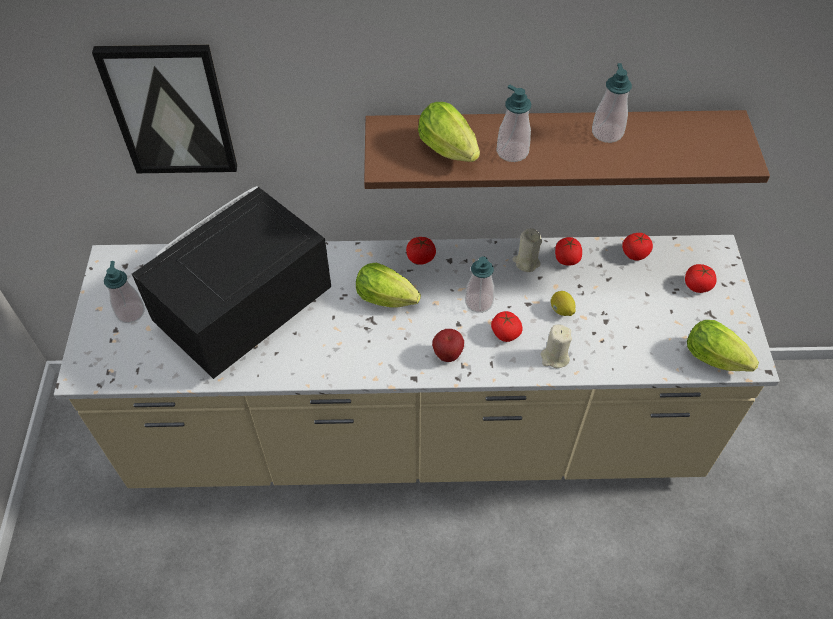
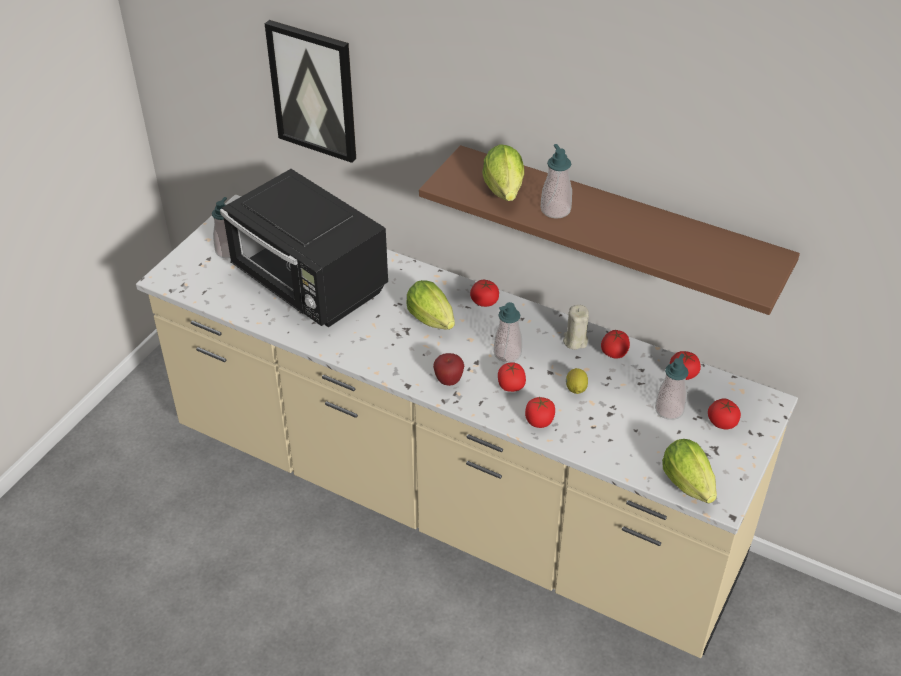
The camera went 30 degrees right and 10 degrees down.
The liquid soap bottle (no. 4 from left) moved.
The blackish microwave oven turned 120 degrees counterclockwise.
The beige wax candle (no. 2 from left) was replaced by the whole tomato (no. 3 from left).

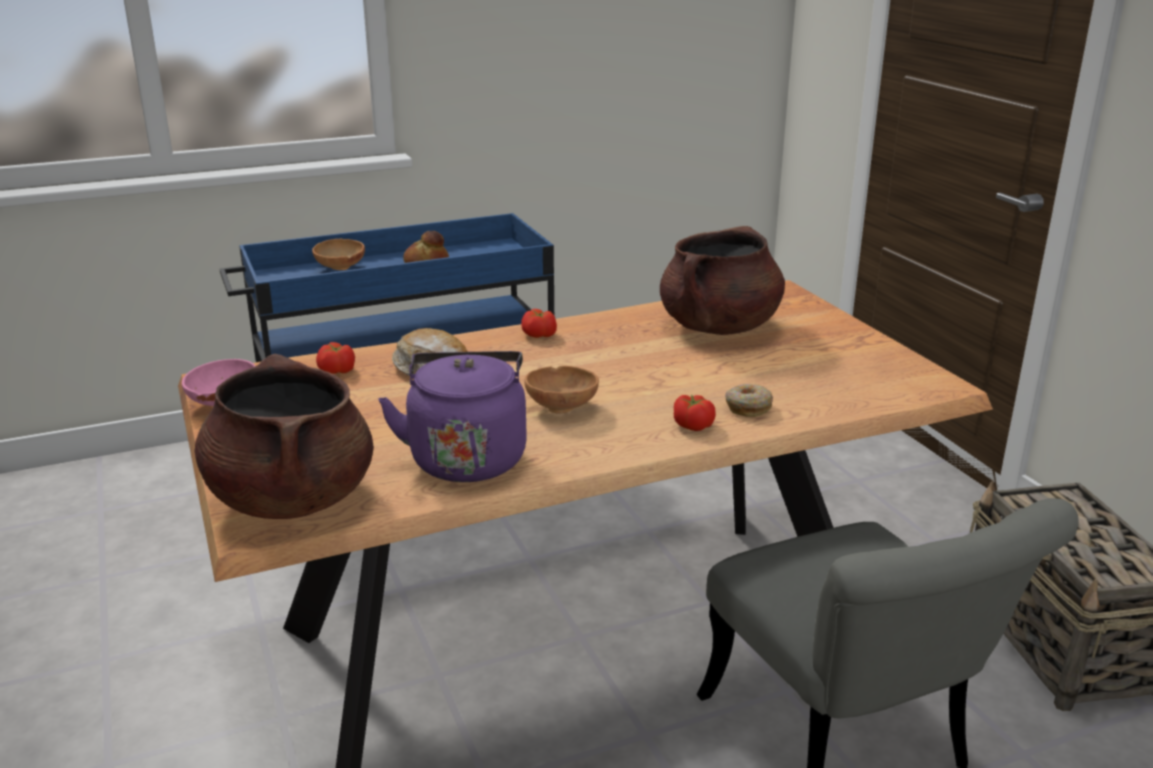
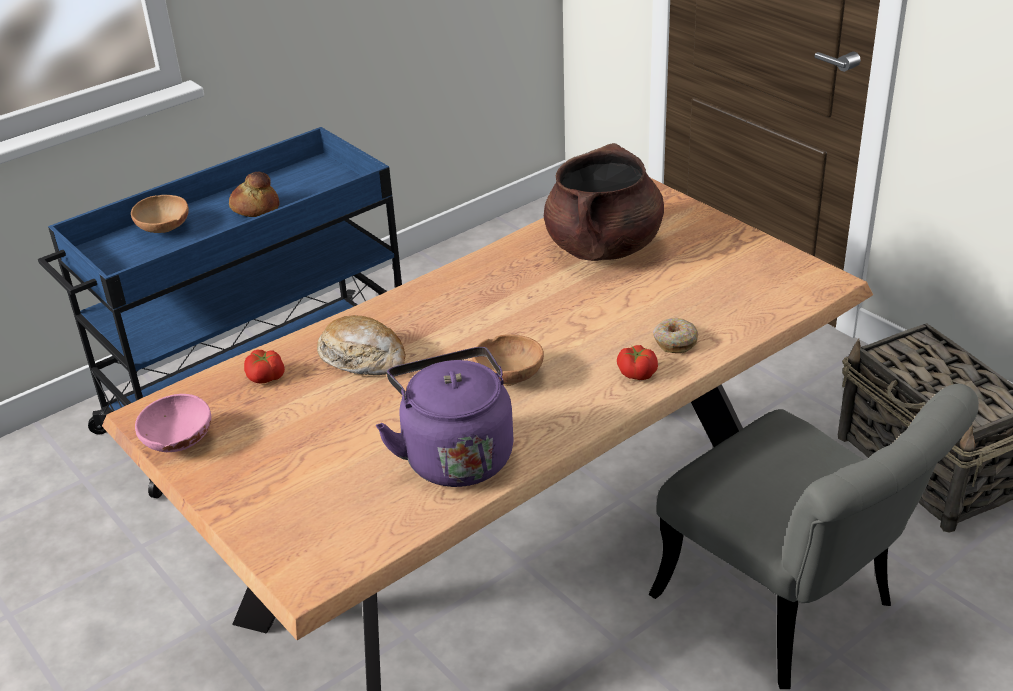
The camera went 15 degrees left and 10 degrees up.
The whole tomato (no. 2 from left) disappeared.
The brown-coloured cooking pot (no. 1 from left) disappeared.

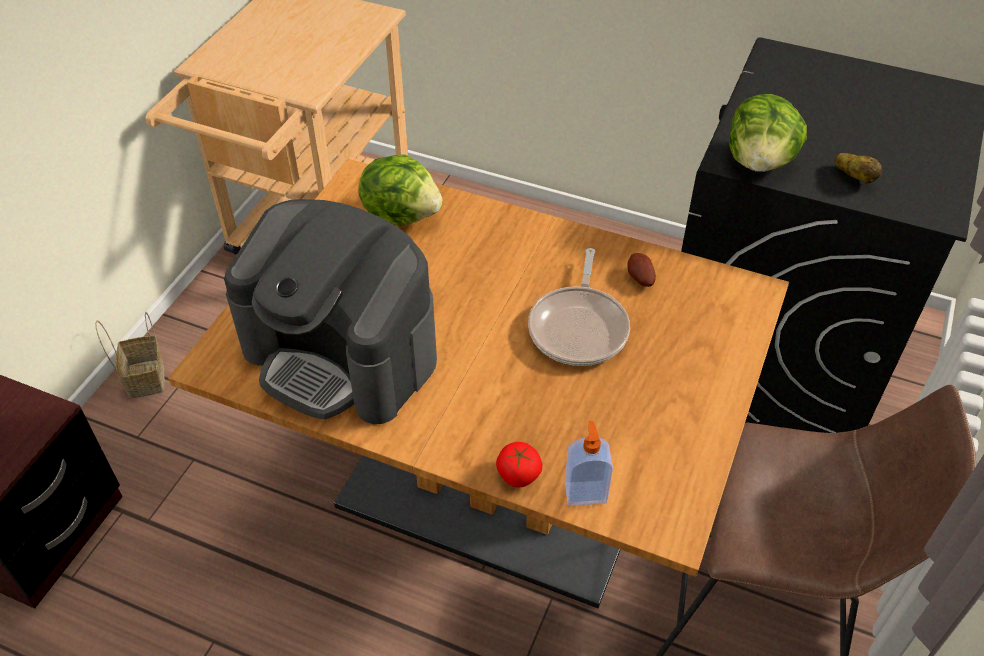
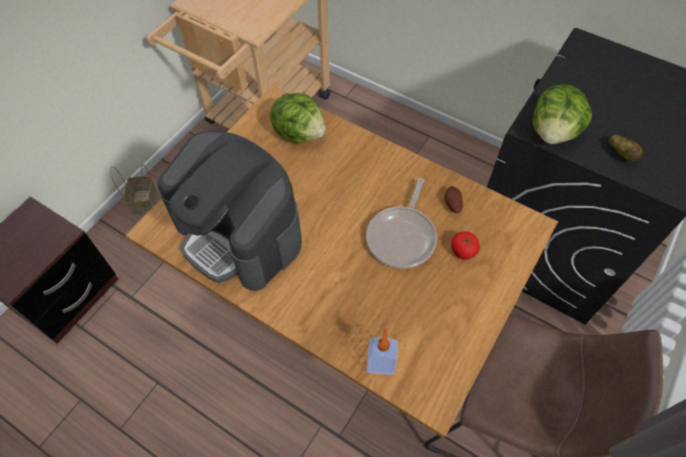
The camera went 10 degrees right and 10 degrees up.
The whole tomato moved.

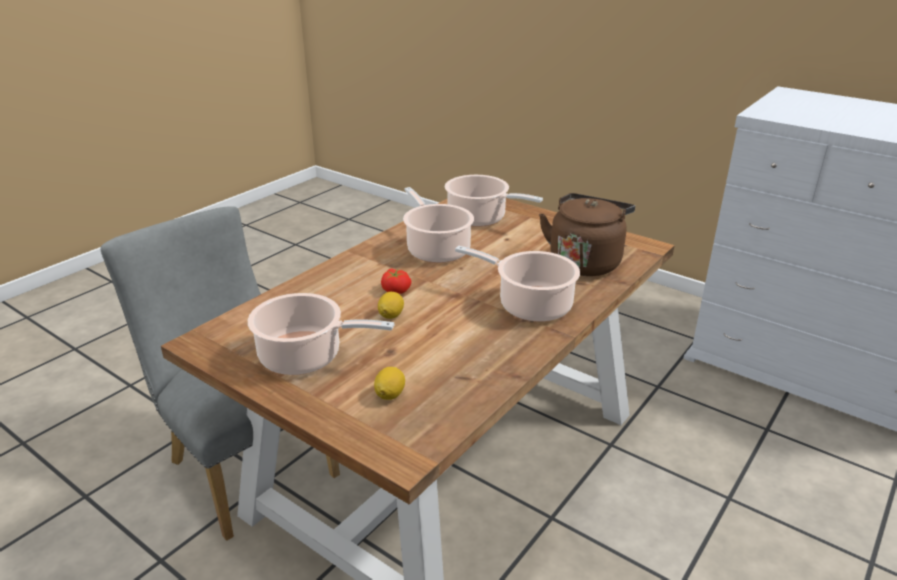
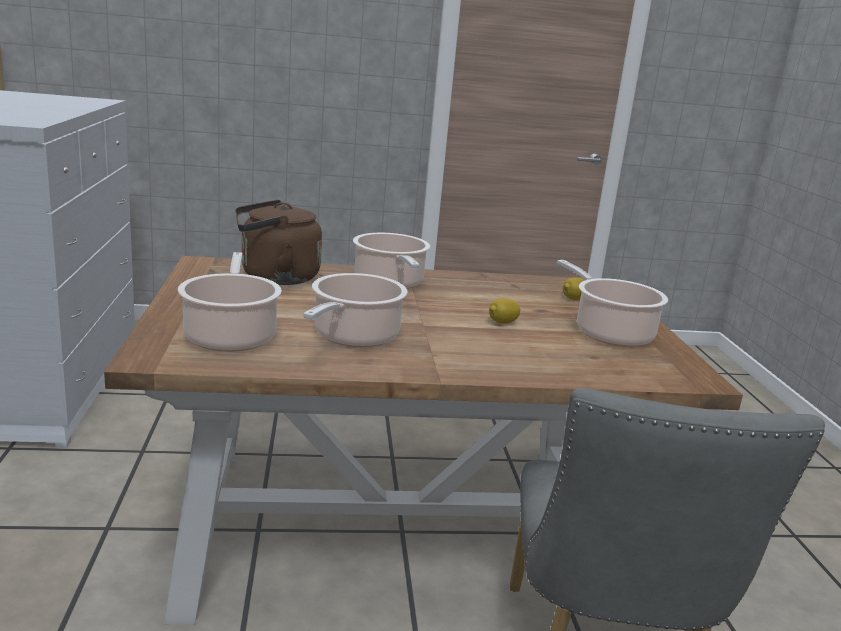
The camera went 135 degrees left and 10 degrees down.
The whole tomato disappeared.

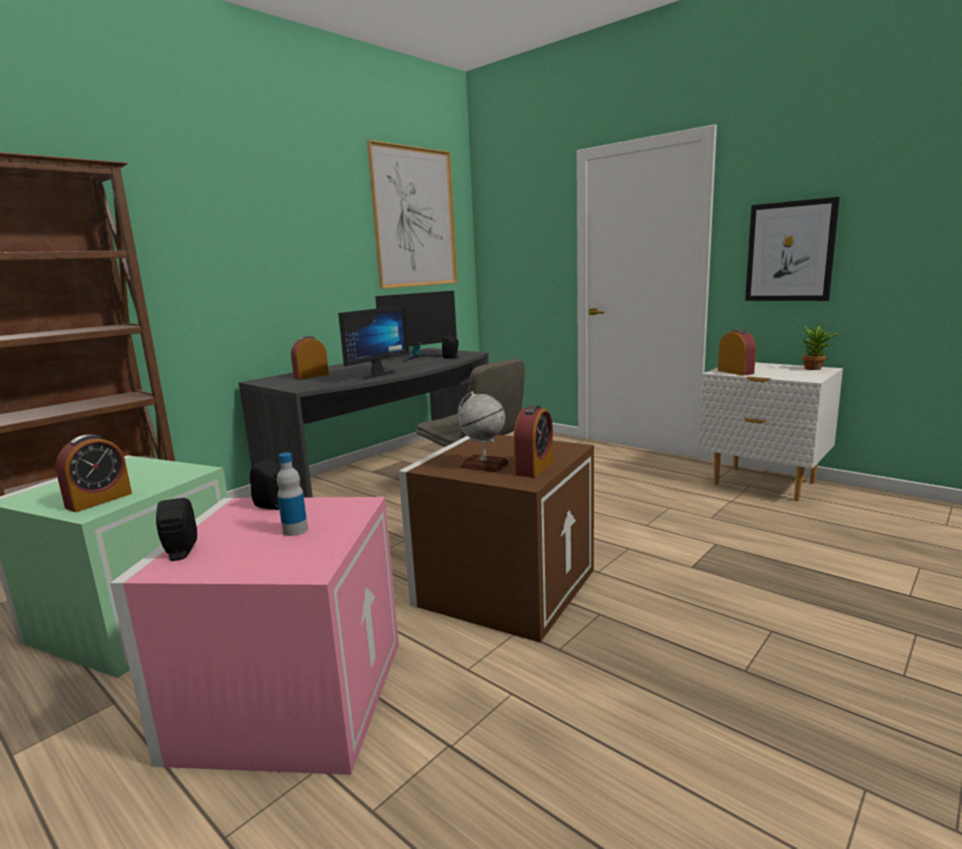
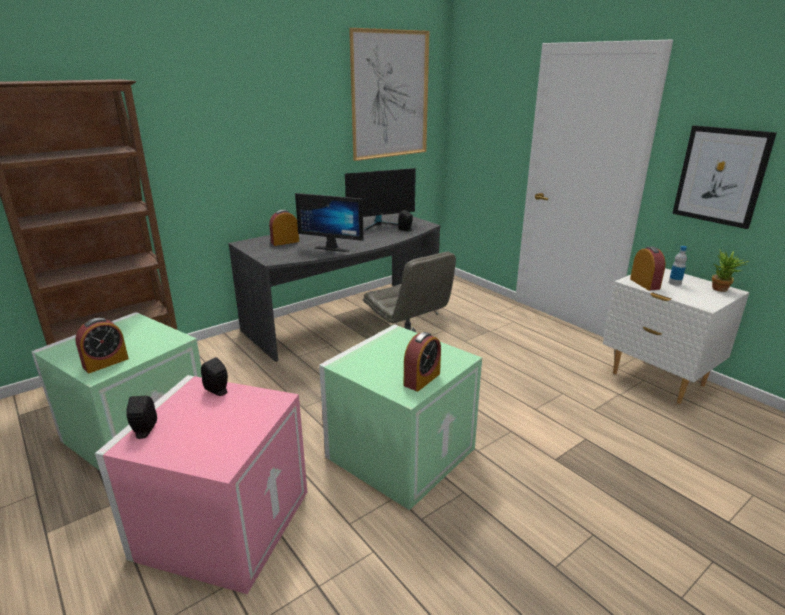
The camera went 10 degrees right and 10 degrees up.
The computer display (no. 1 from left) turned 60 degrees clockwise.
The desk globe disappeared.
The brown-coloured storage container became the greenish storage container (no. 2 from left).
The drink bottle moved.

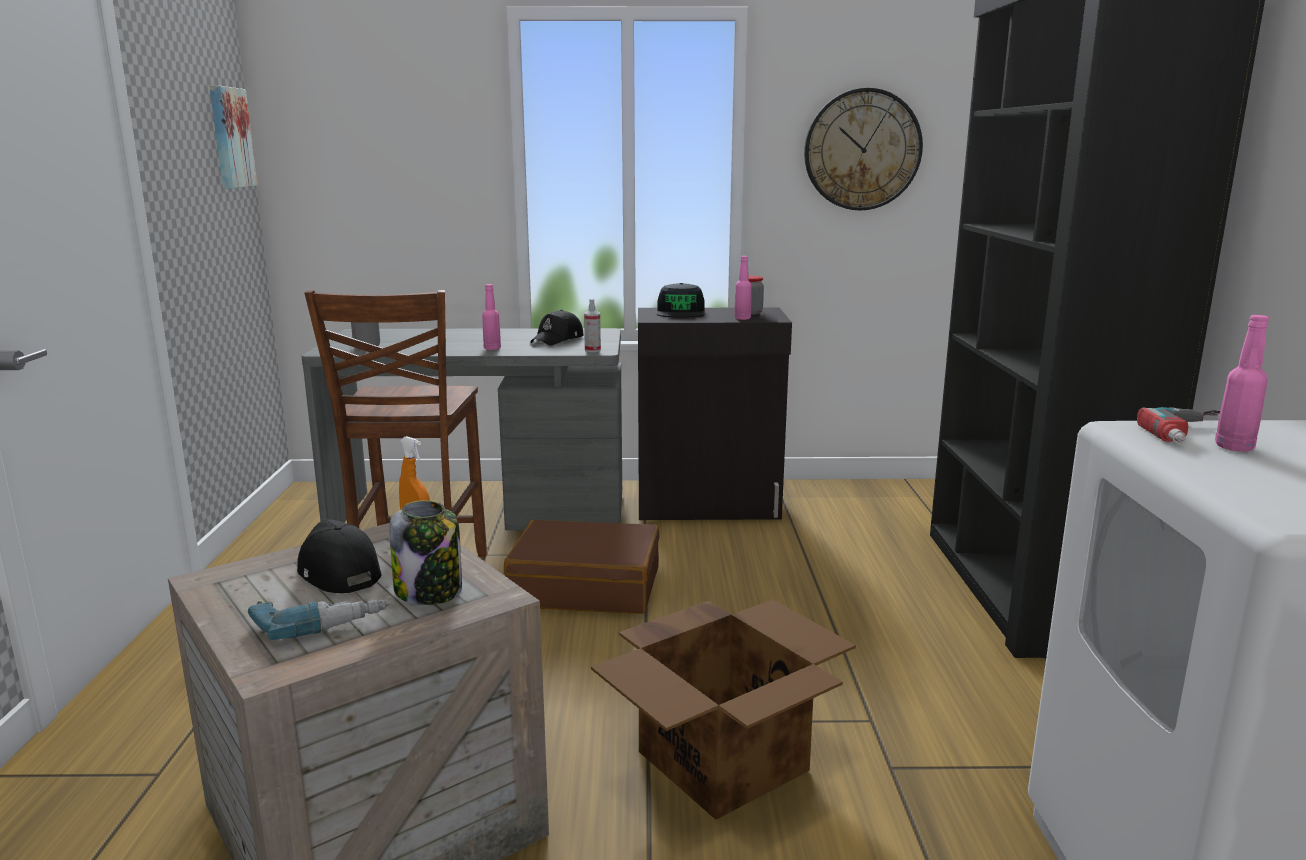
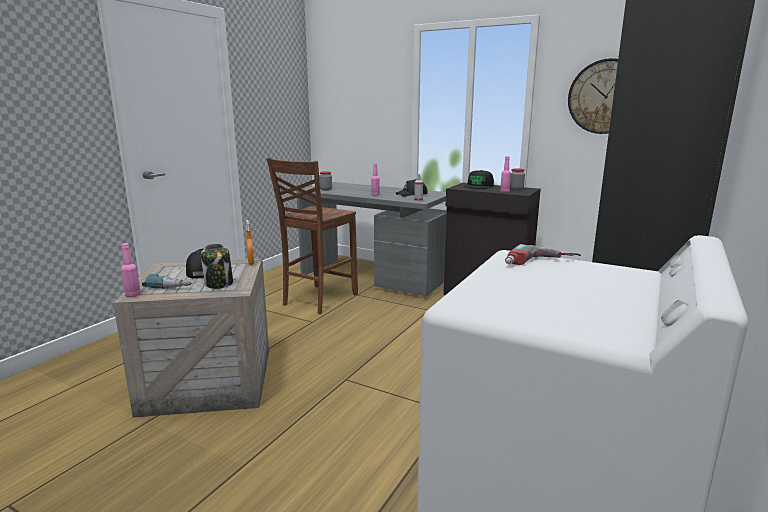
The camera went 30 degrees right and 0 degrees up.
The wall art disappeared.
The pink-coloured drink bottle (no. 3 from left in the first image) moved.
The brown-coloured travel case disappeared.
The packing box disappeared.

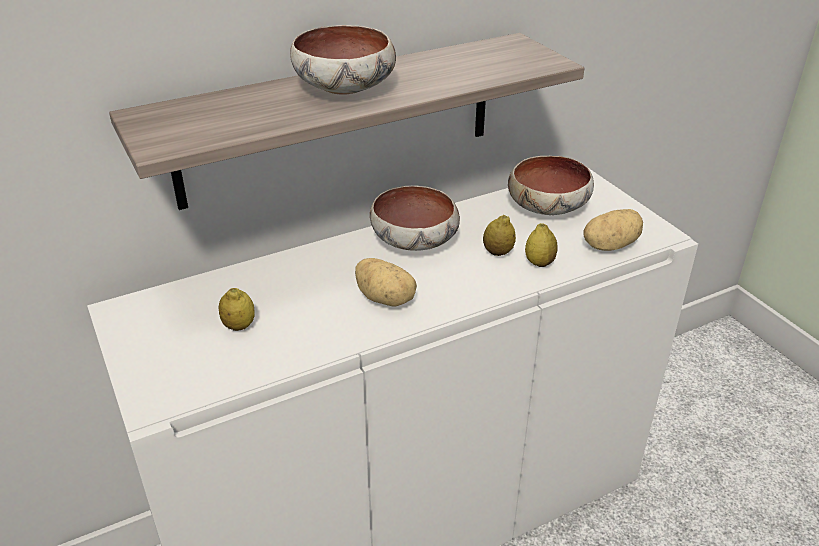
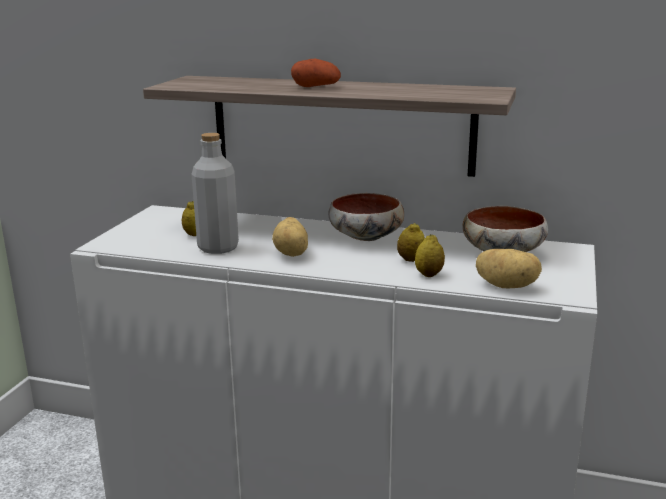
The camera went 45 degrees right and 15 degrees down.
The bowl (no. 1 from left) was replaced by the spud (no. 2 from left).
The gray drink bottle appeared.

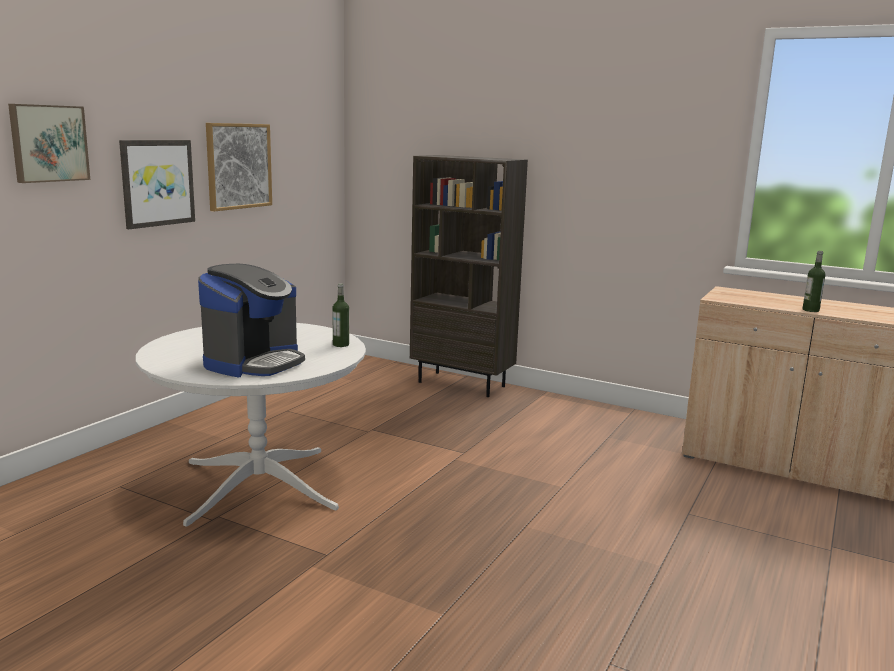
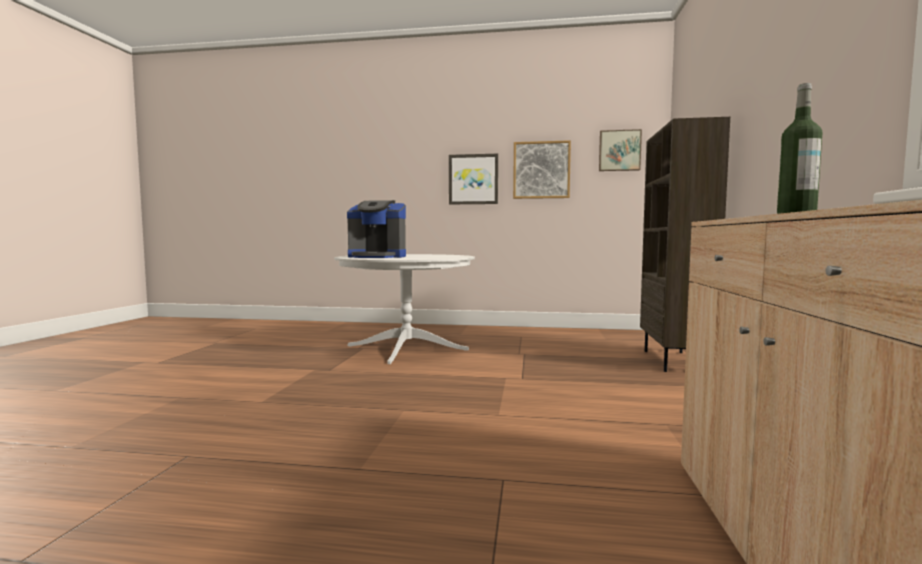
The camera went 70 degrees right and 10 degrees down.
The wall art (no. 1 from left in the first image) moved.
The drink bottle (no. 1 from left) disappeared.

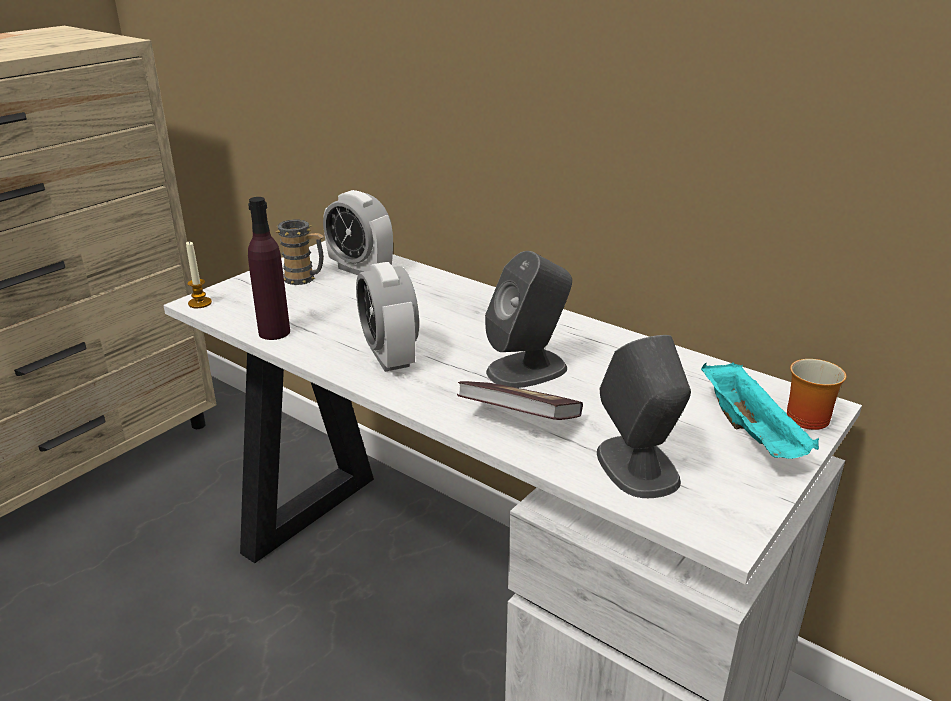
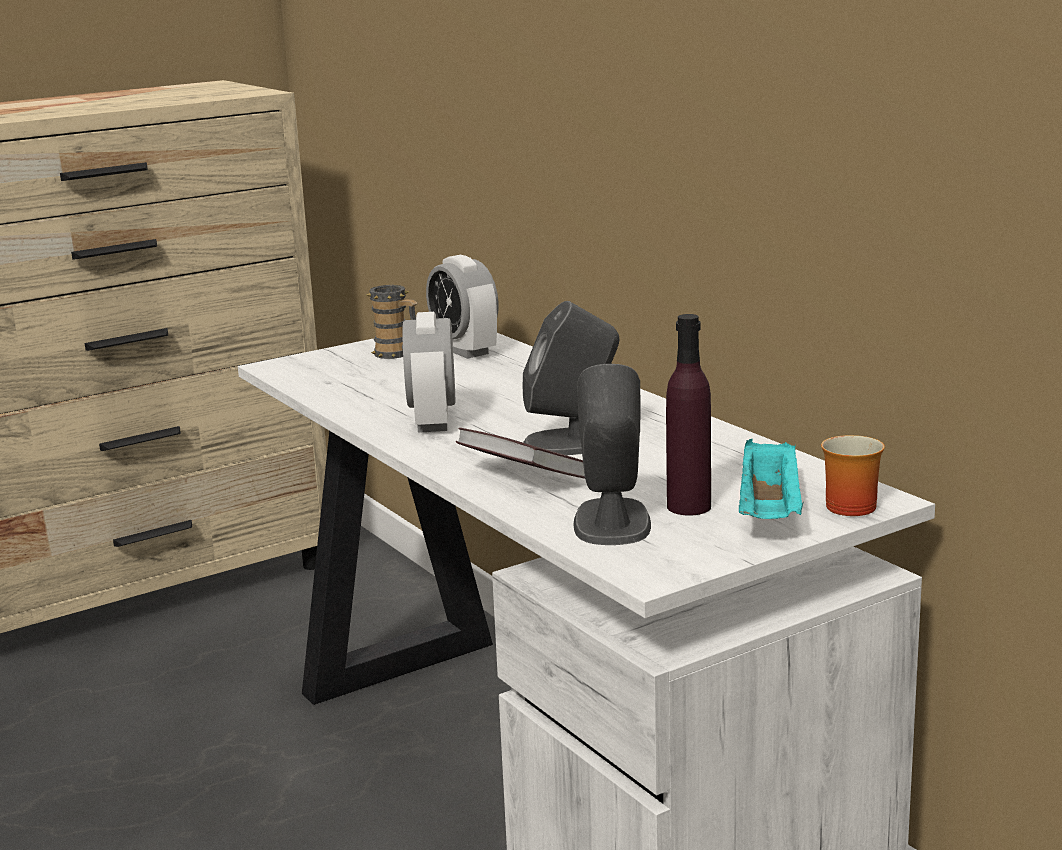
The camera went 20 degrees right and 10 degrees down.
The purple-coloured drink bottle moved.
The wax candle disappeared.

